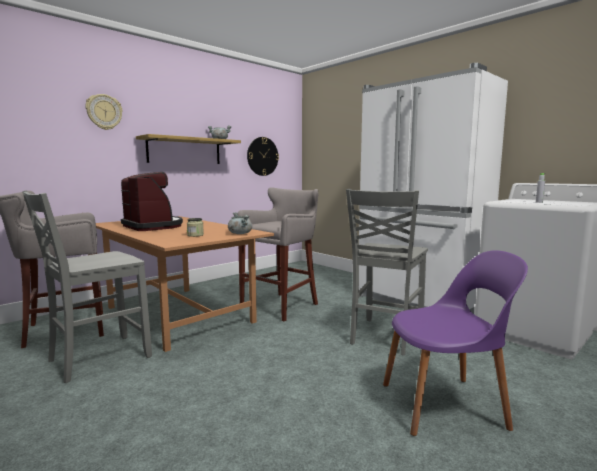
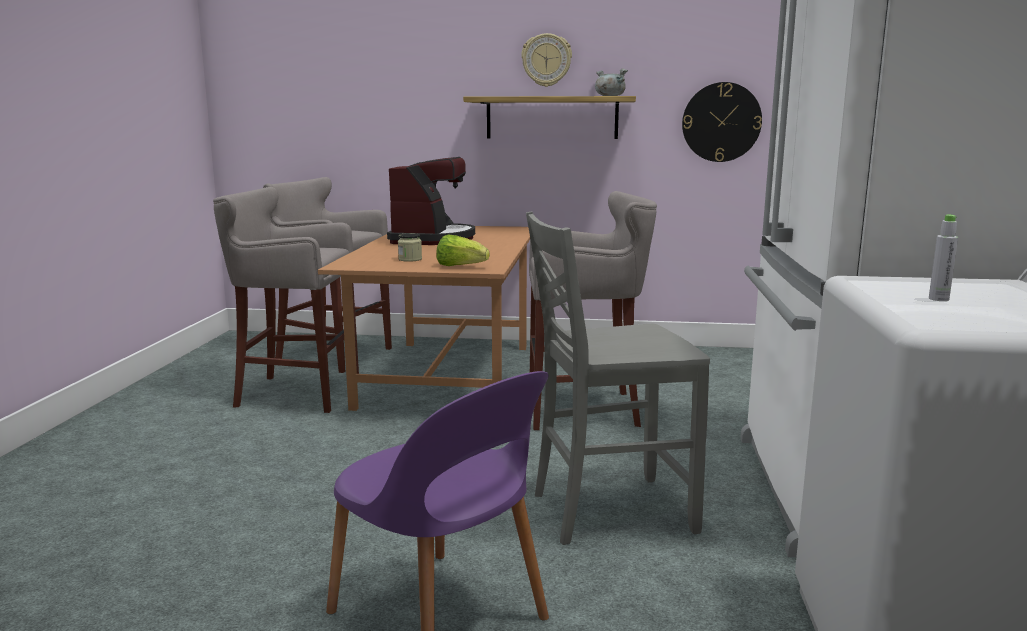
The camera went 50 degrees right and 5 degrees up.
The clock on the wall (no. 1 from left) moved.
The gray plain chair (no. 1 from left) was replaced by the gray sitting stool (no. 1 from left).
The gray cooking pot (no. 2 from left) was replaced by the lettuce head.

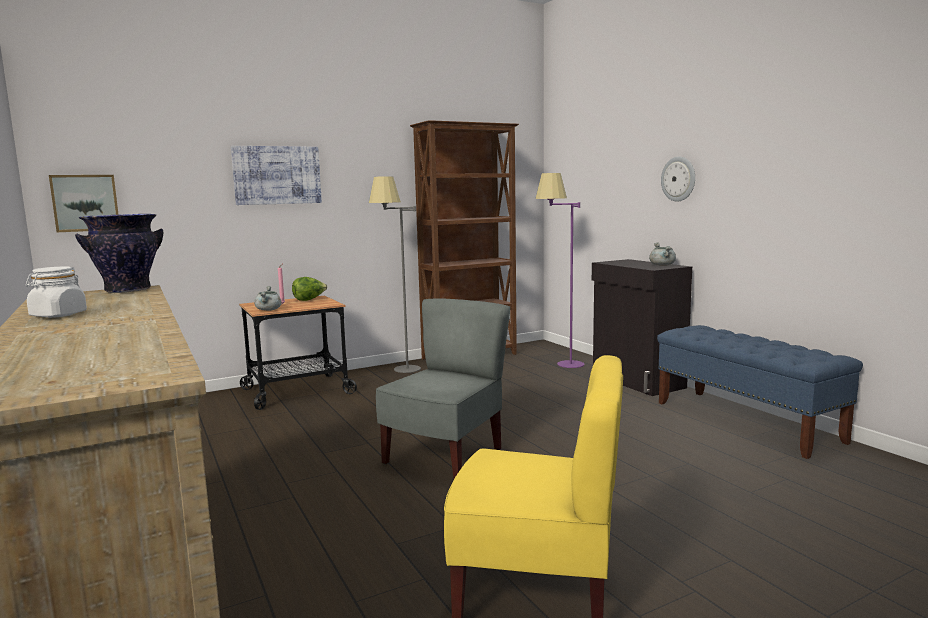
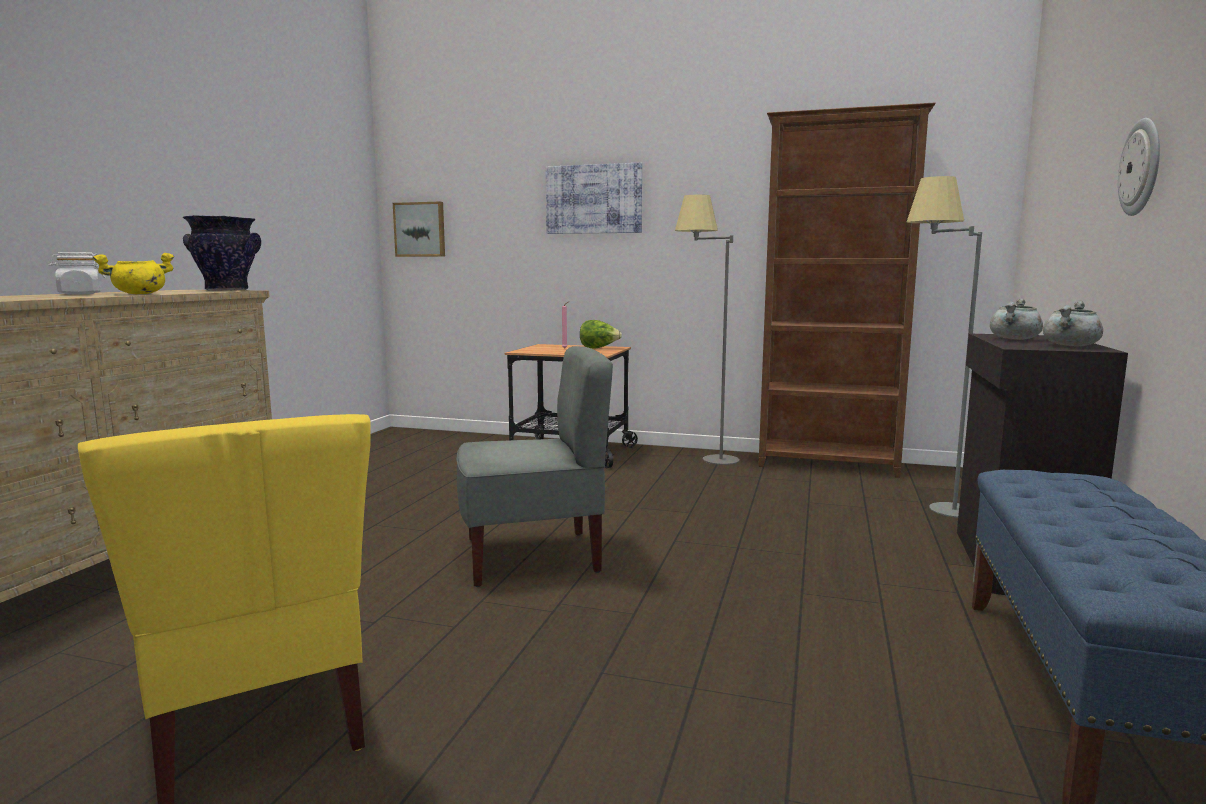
The camera went 45 degrees right and 0 degrees up.
The purple-coloured floor lamp became the gray floor lamp (no. 2 from left).
The gray cooking pot (no. 1 from left) moved.
The yellowish cooking pot appeared.

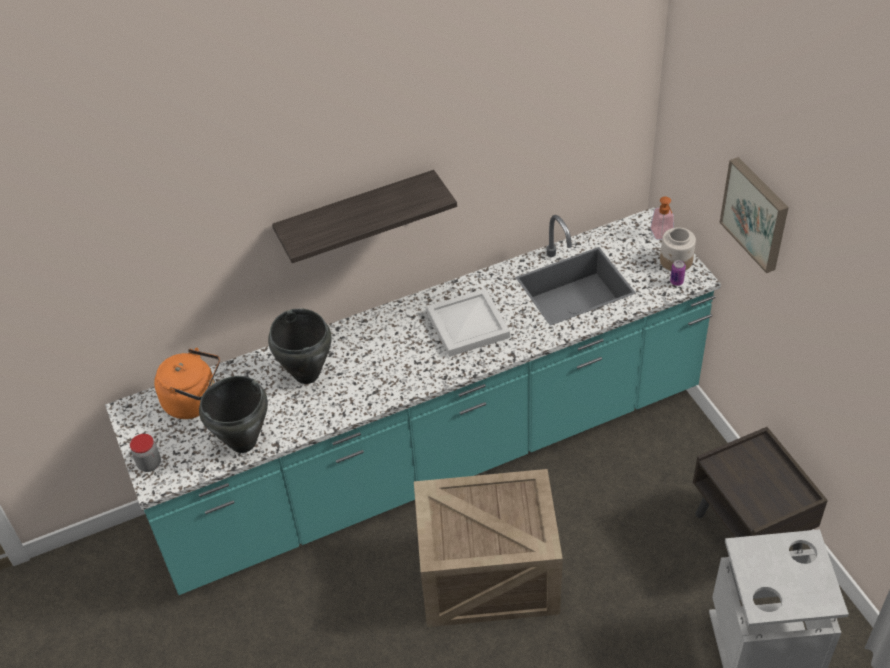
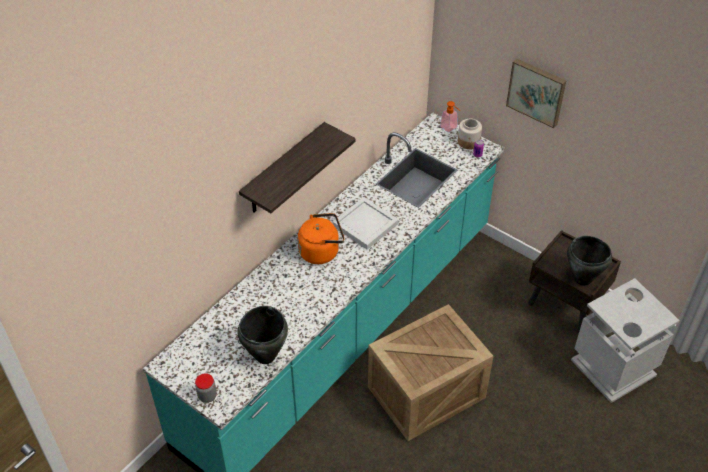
The camera went 30 degrees left and 0 degrees up.
The blackish cooking pot (no. 2 from left) moved.
The orange tea kettle moved.

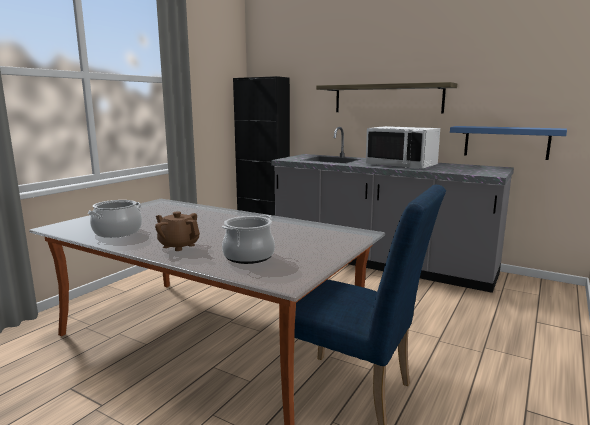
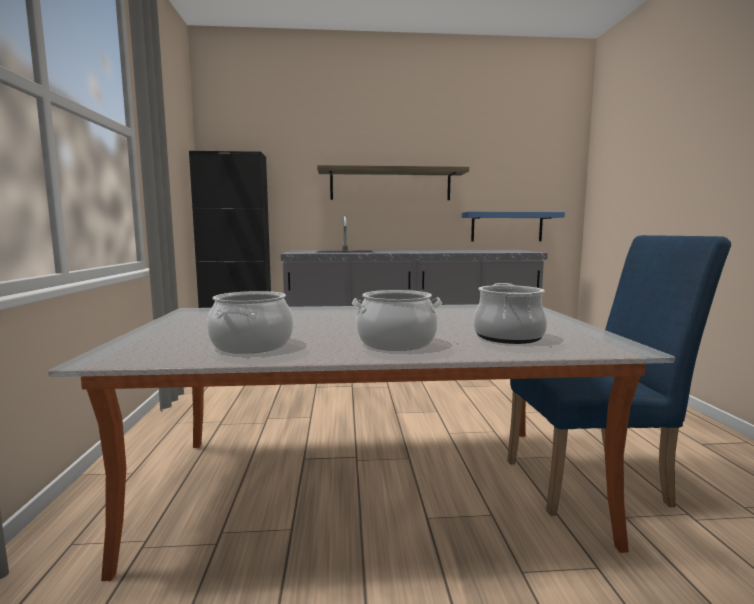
The camera went 35 degrees left and 5 degrees down.
The white-coloured microwave oven disappeared.
The brown-coloured pot for tea was replaced by the cooking pot (no. 2 from left).

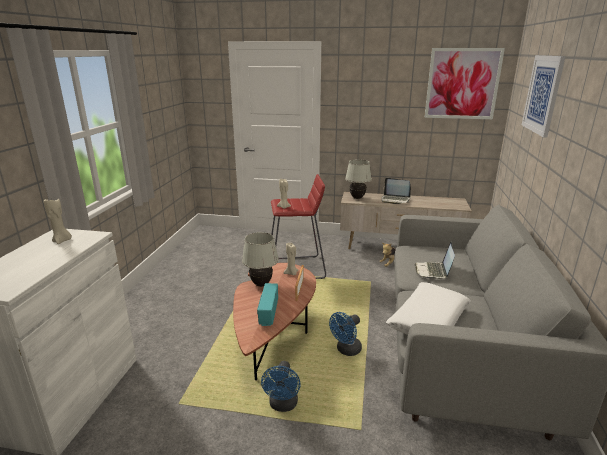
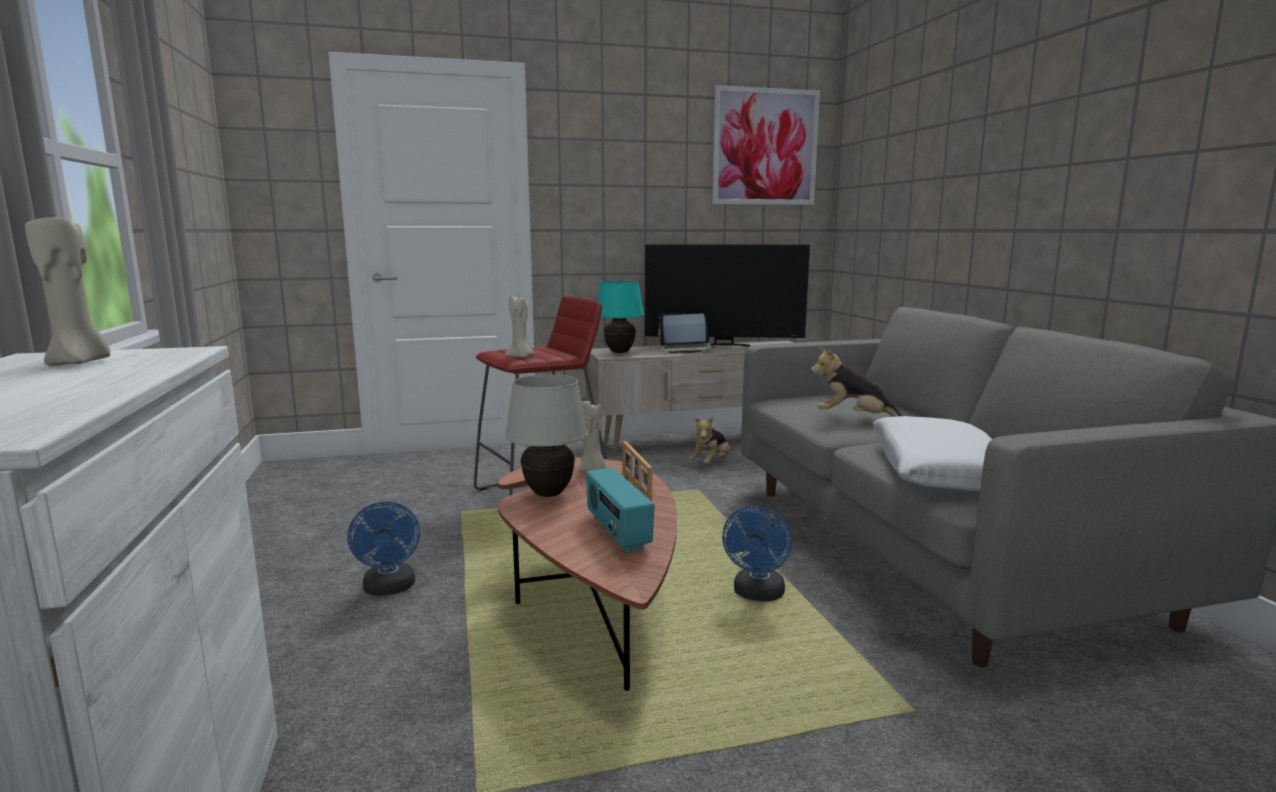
The camera went 25 degrees left and 10 degrees down.
The wall art (no. 2 from left) disappeared.
The white-coloured table lamp (no. 2 from left) became the blue-green table lamp.
The notebook computer (no. 2 from left) was replaced by the plush toy (no. 2 from left).
The blue cooling fan (no. 1 from left) moved.
The TV set appeared.

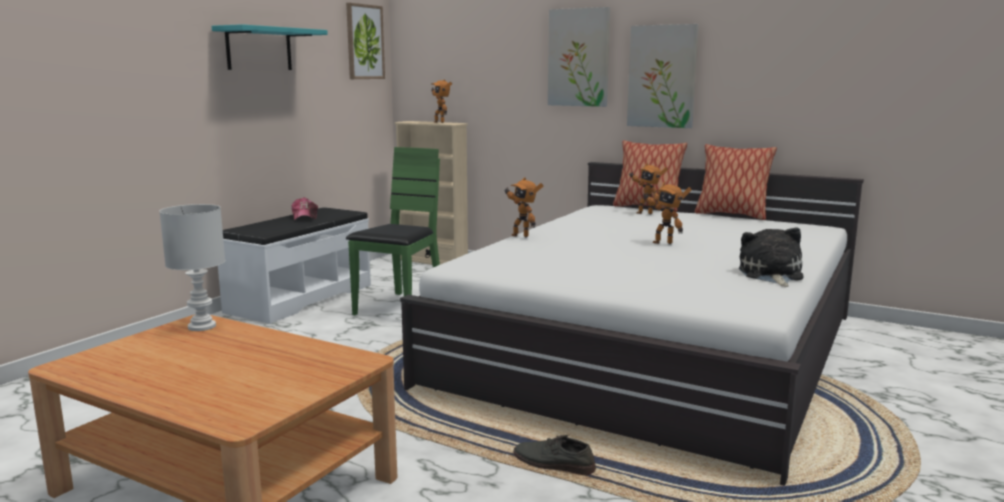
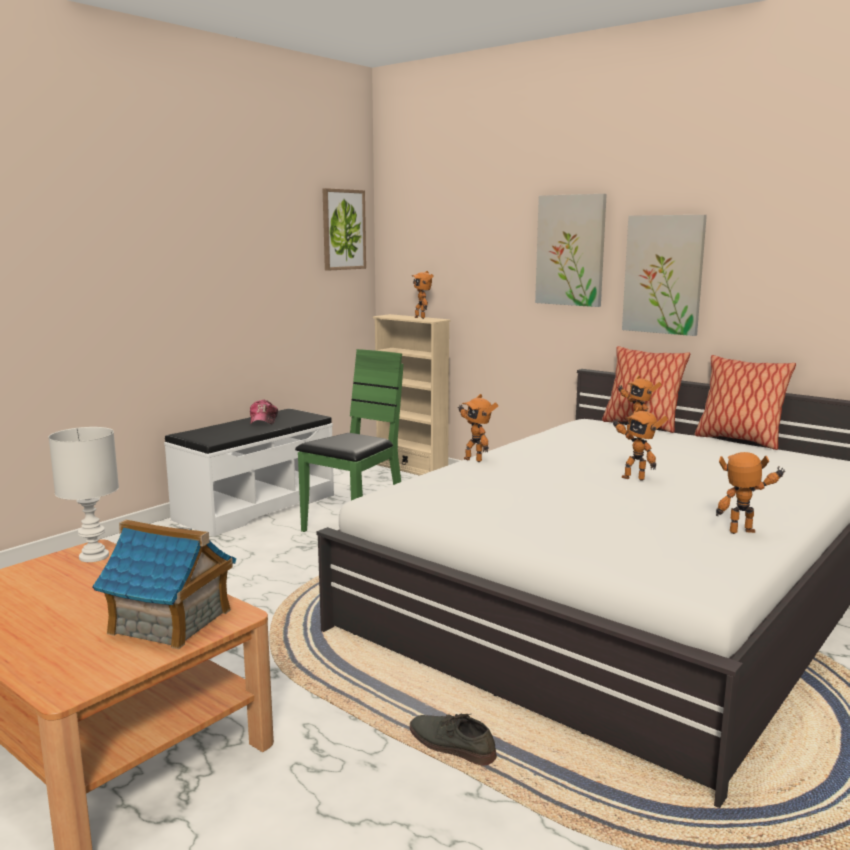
The camera went 10 degrees right and 0 degrees up.
The blue-green bracket shelf disappeared.
The plush toy was replaced by the model robot (no. 5 from left).
The model house appeared.

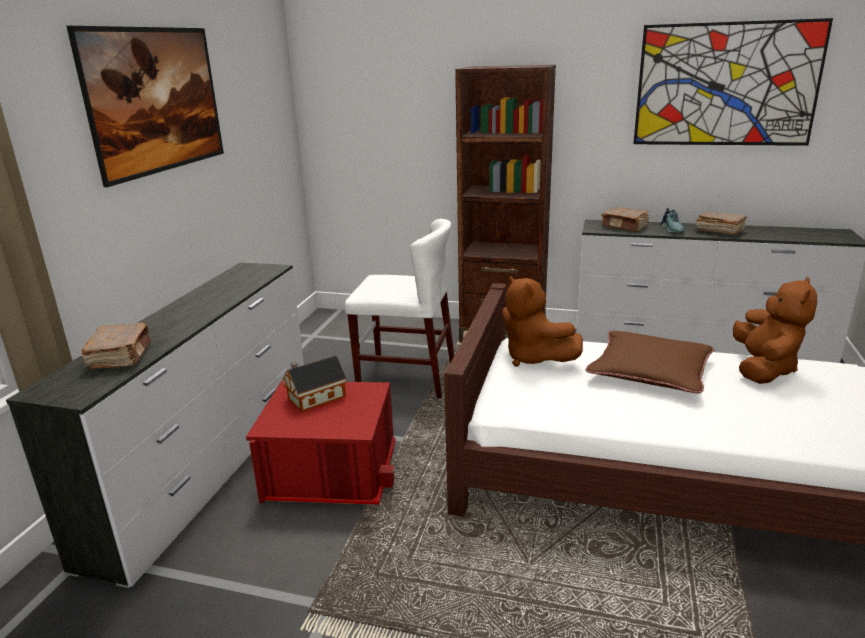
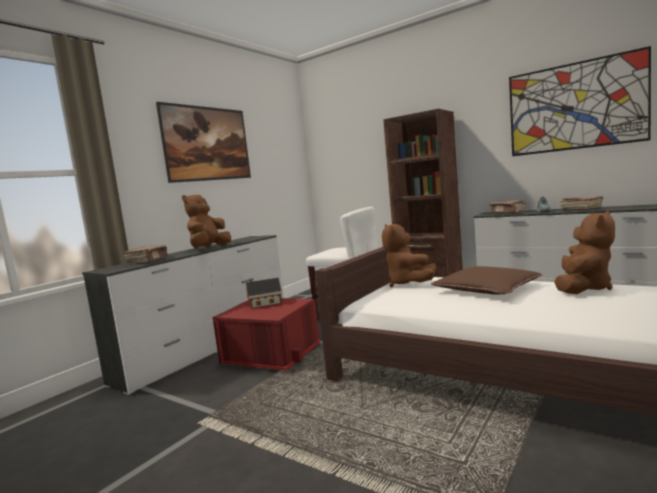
The camera went 20 degrees right and 15 degrees down.
The brown-coloured plush toy (no. 1 from left) appeared.

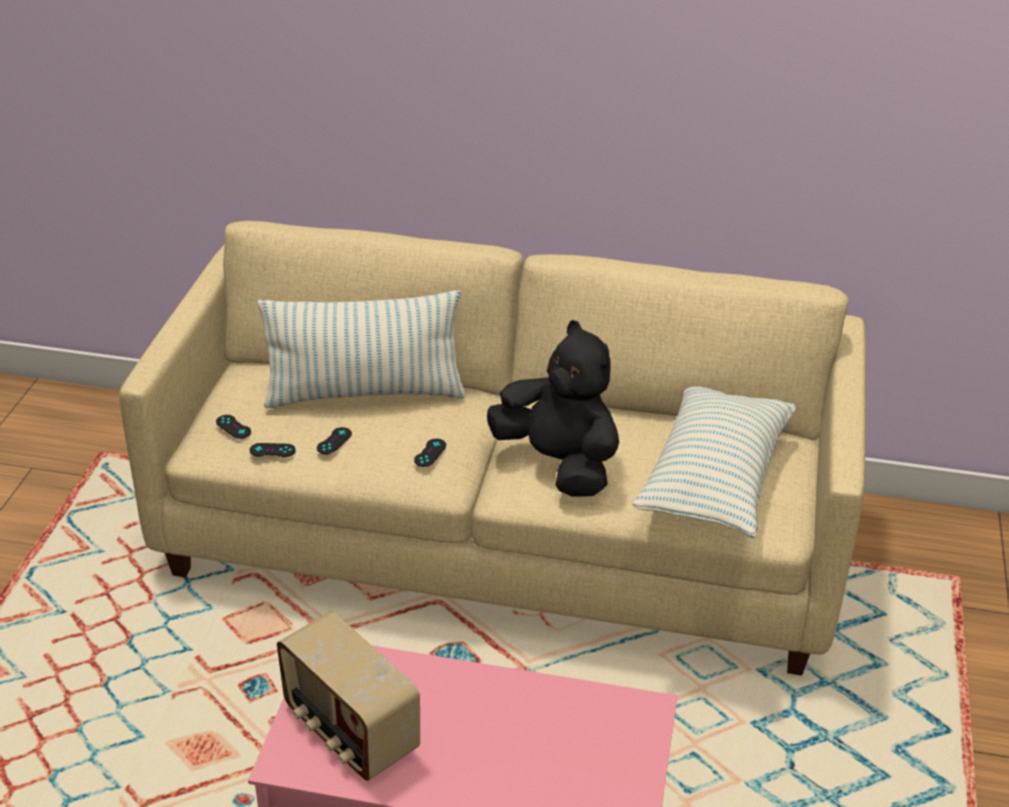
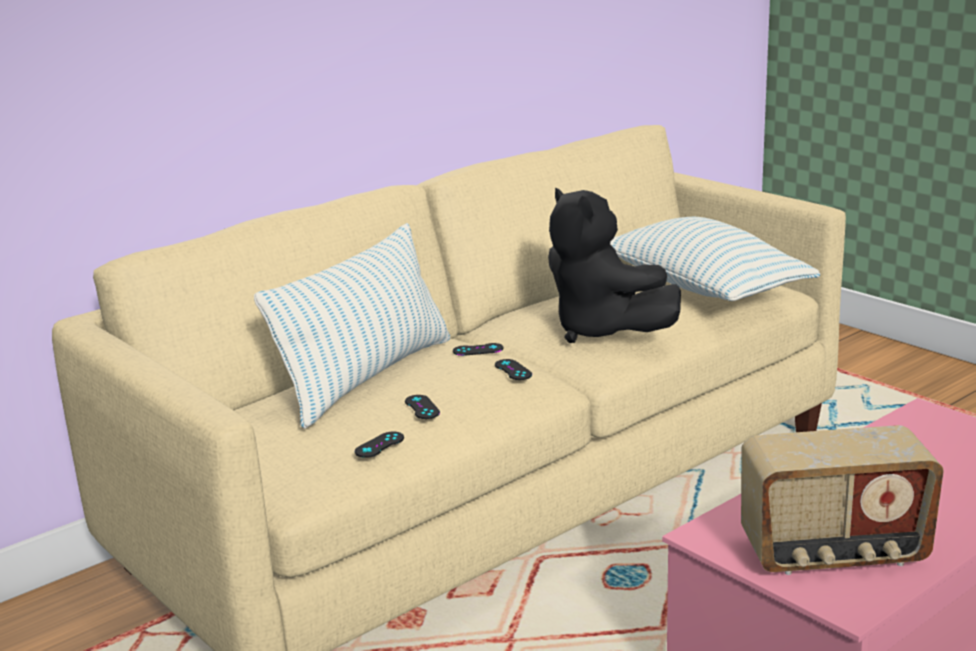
The camera went 50 degrees left and 15 degrees down.
The blackish plush toy turned 120 degrees counterclockwise.
The blackish gamepad (no. 1 from left in the first image) moved.

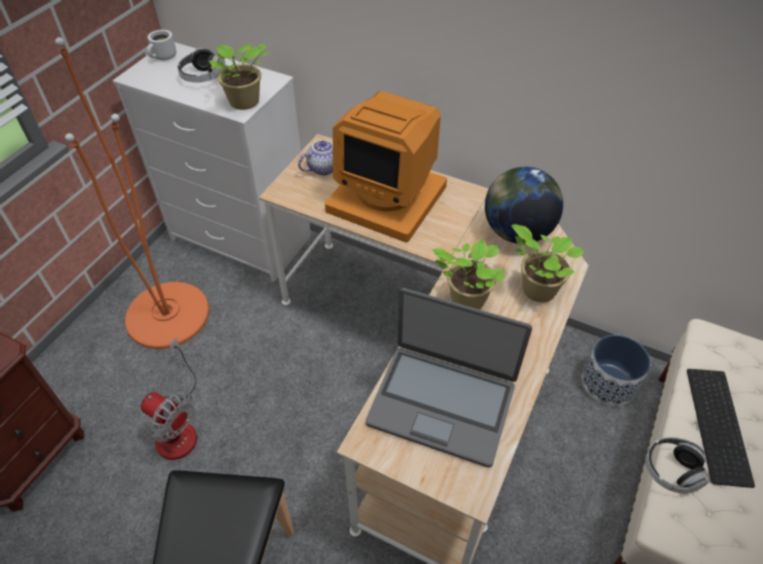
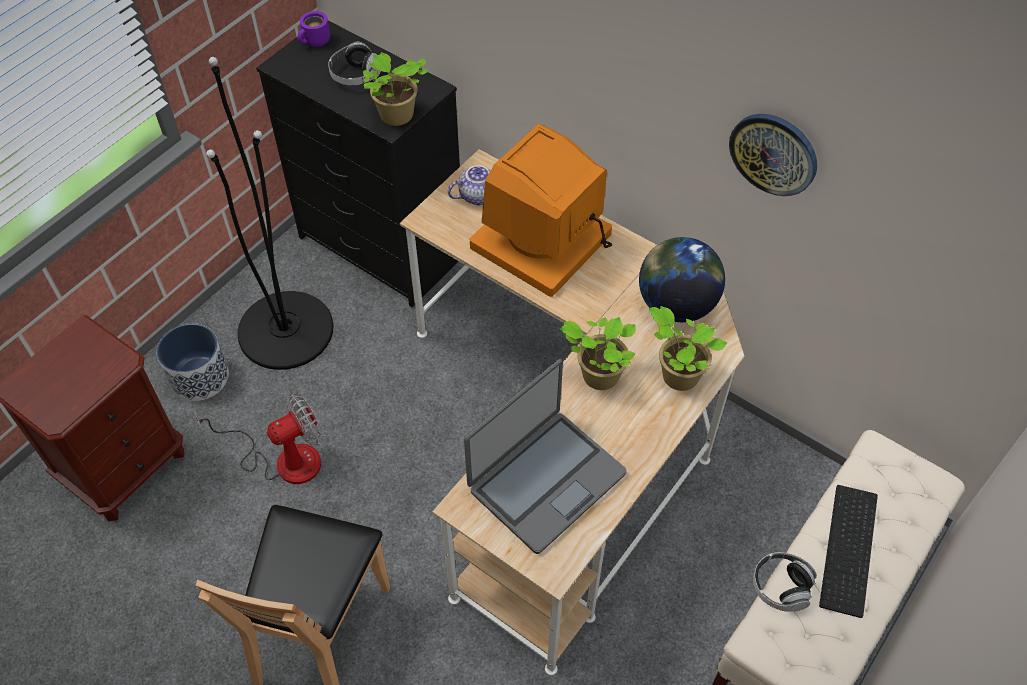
The camera went 10 degrees right and 5 degrees up.
The white-coloured coffee mug became the purple-coloured coffee mug.
The orange floor lamp became the blackish floor lamp.
The white-coloured dresser became the blackish dresser.
The computer display turned 90 degrees clockwise.
The notebook computer turned 75 degrees counterclockwise.
The plant pot moved.
The cooling fan turned 75 degrees counterclockwise.
The clock on the wall appeared.

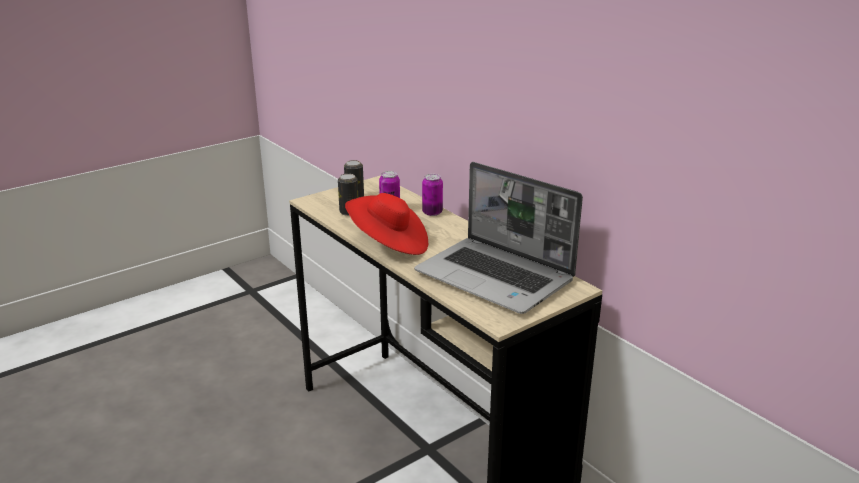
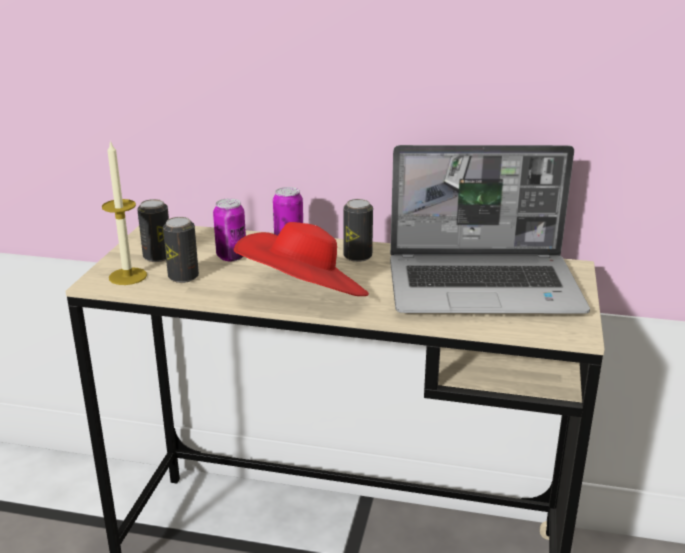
The camera went 40 degrees left and 0 degrees up.
The wax candle appeared.
The metal can (no. 5 from left) appeared.

